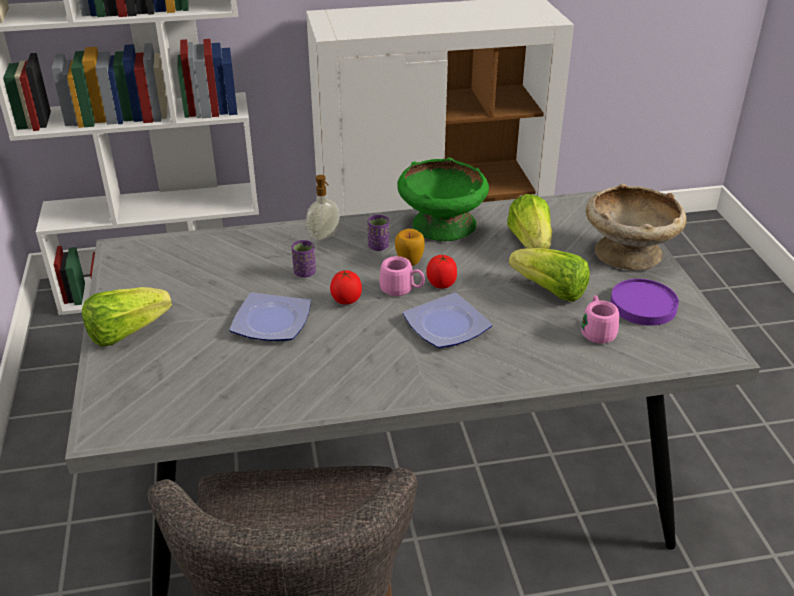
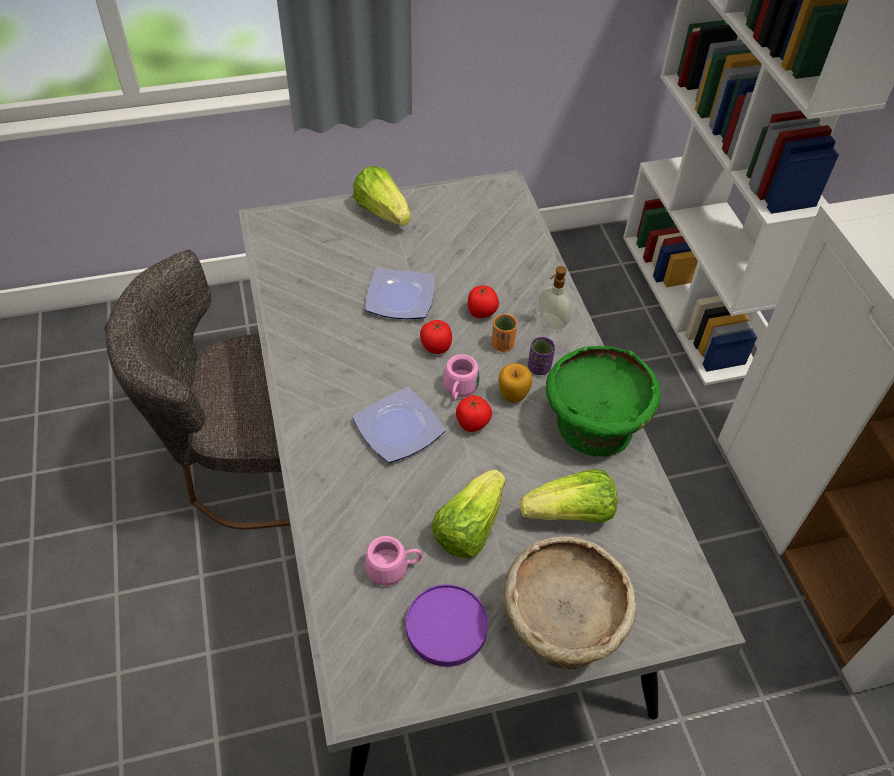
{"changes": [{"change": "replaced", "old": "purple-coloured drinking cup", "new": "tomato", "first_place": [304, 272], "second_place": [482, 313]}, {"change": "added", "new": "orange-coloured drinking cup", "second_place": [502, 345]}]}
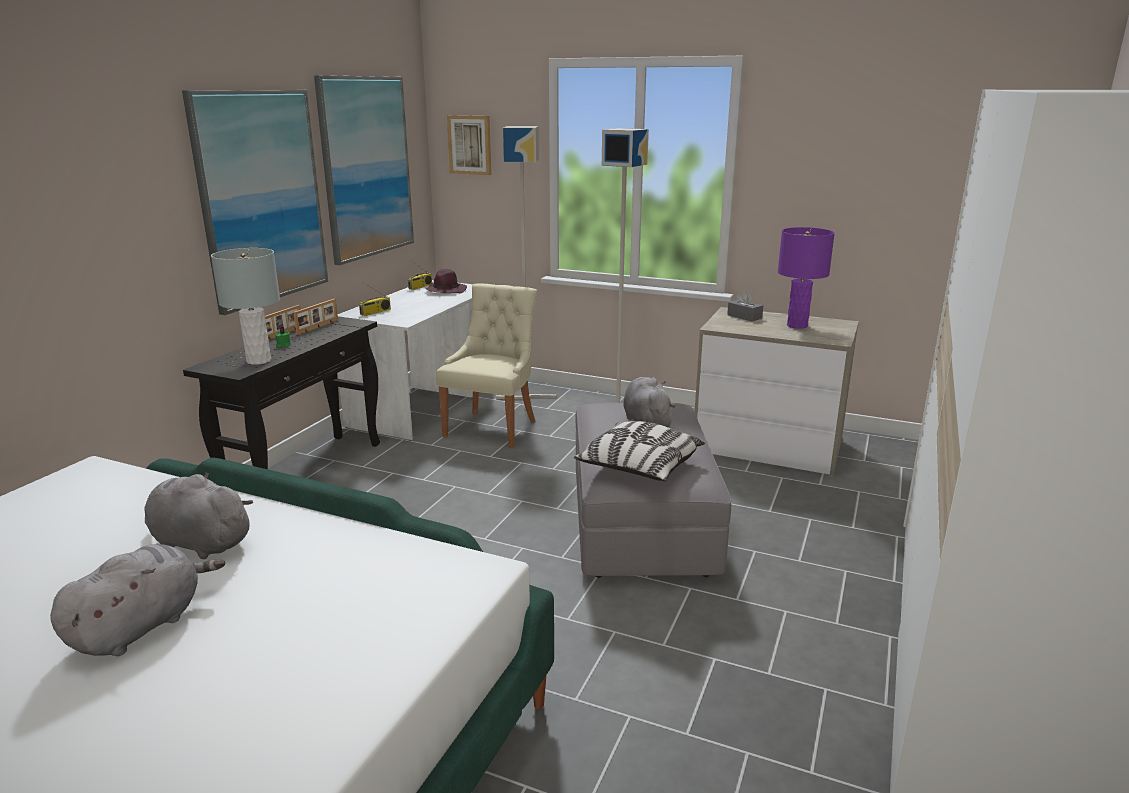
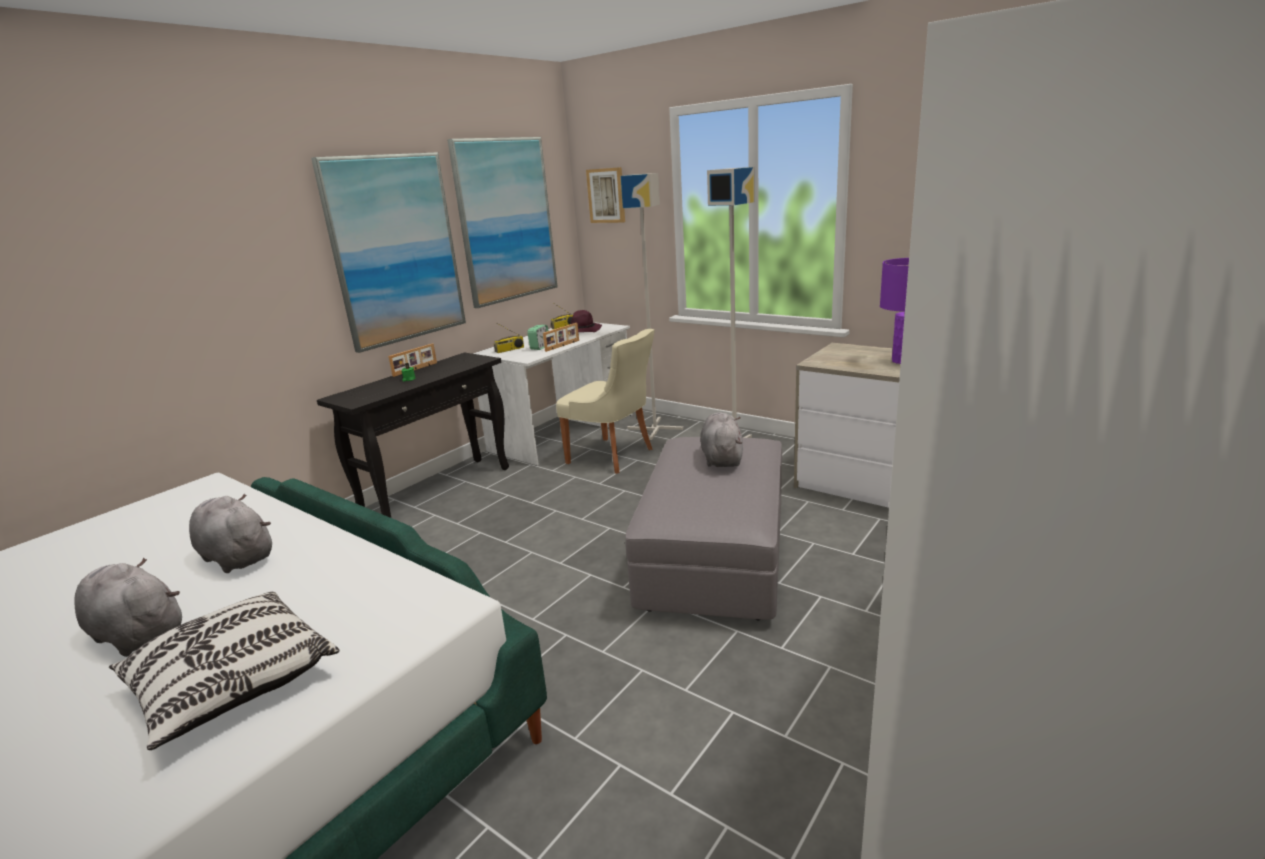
{"changes": [{"change": "turned", "old": "gray soft toy", "first_place": [142, 626], "second_place": [137, 633], "degrees": -105}, {"change": "removed", "old": "gray lamp for a table", "first_place": [258, 360]}, {"change": "moved", "old": "standing frame", "first_place": [318, 327], "second_place": [563, 346]}, {"change": "turned", "old": "sand-coloured chair", "first_place": [493, 427], "second_place": [613, 456], "degrees": 90}, {"change": "moved", "old": "throw pillow", "first_place": [639, 467], "second_place": [232, 684]}, {"change": "removed", "old": "gray box of tissues", "first_place": [744, 316]}, {"change": "added", "new": "bedside clock", "second_place": [540, 347]}]}
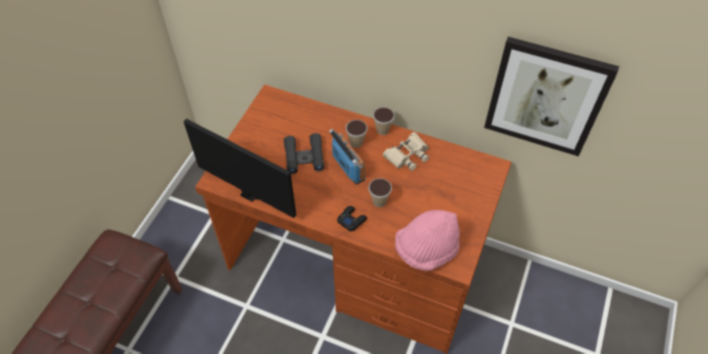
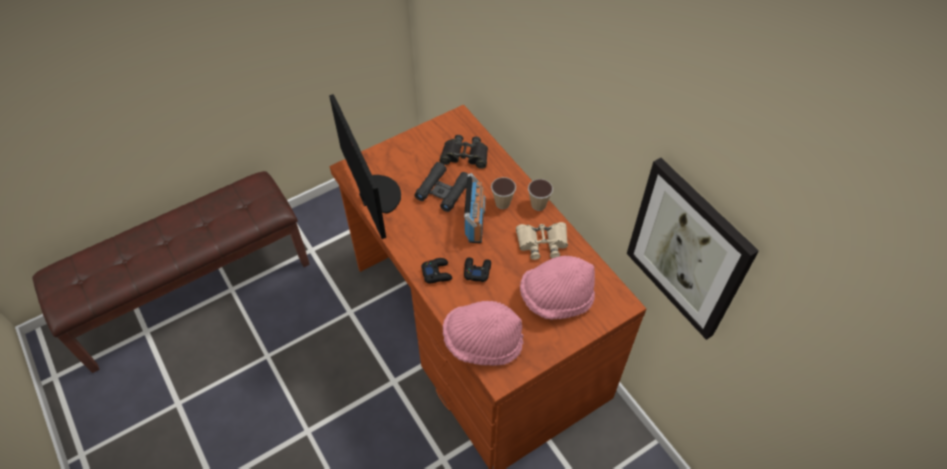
{"changes": [{"change": "replaced", "old": "drinking cup", "new": "black gamepad", "first_place": [379, 201], "second_place": [477, 271]}, {"change": "added", "new": "black field glasses", "second_place": [465, 155]}, {"change": "added", "new": "pinkish wearable hat", "second_place": [556, 298]}]}
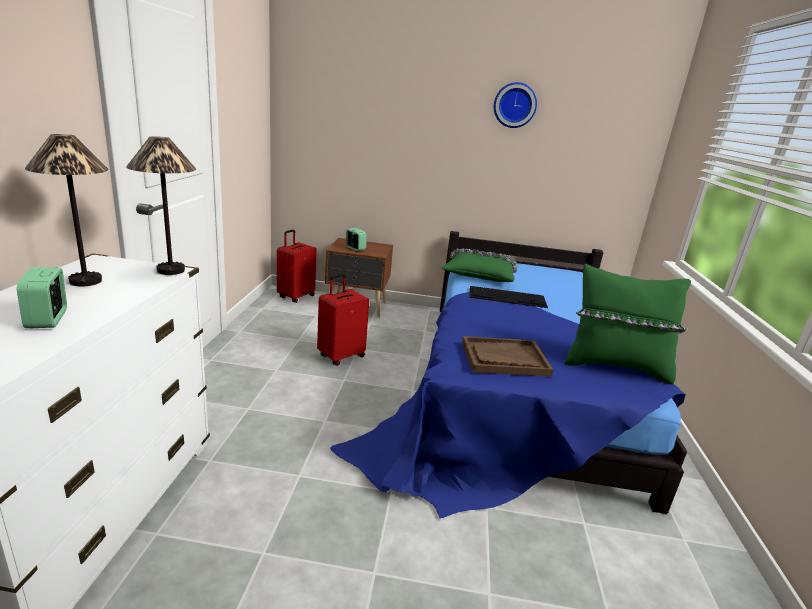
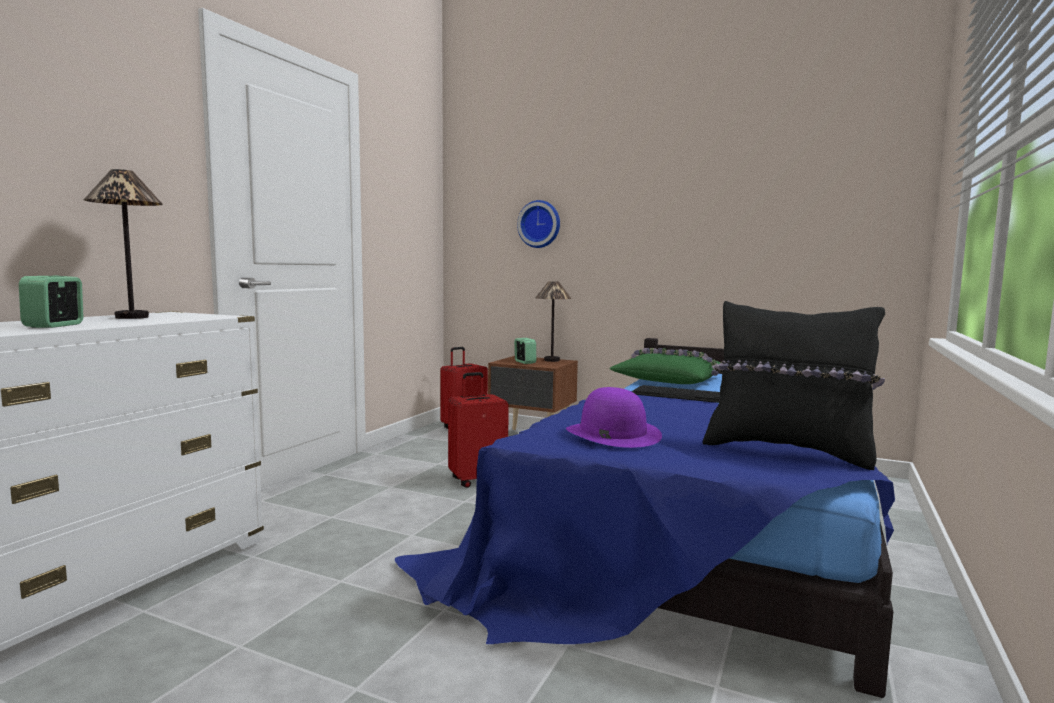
{"changes": [{"change": "moved", "old": "lamp for a table", "first_place": [171, 270], "second_place": [552, 360]}, {"change": "replaced", "old": "brownish serving tray", "new": "purple-coloured wearable hat", "first_place": [504, 358], "second_place": [612, 434]}, {"change": "moved", "old": "wall clock", "first_place": [514, 105], "second_place": [540, 224]}, {"change": "recoloured", "old": "green-coloured throw pillow", "new": "black throw pillow", "first_place": [615, 367], "second_place": [787, 451]}]}
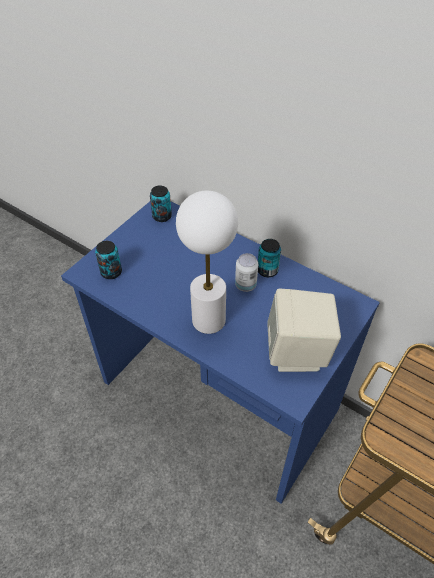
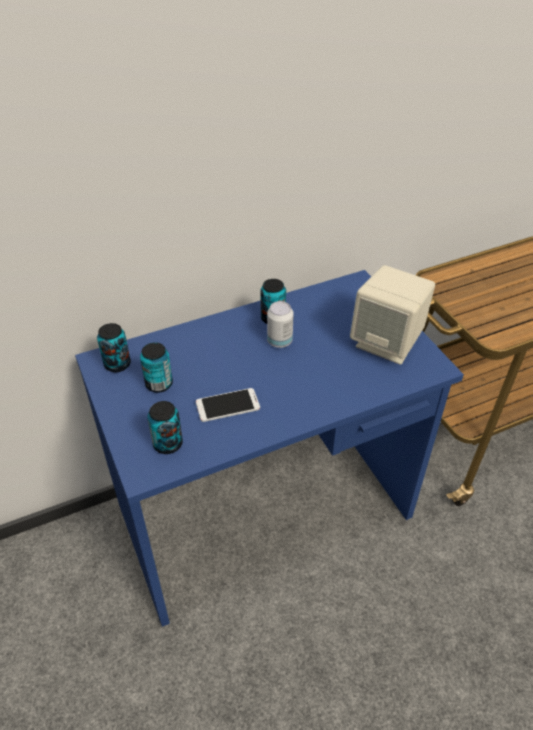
{"changes": [{"change": "removed", "old": "white lamp for a table", "first_place": [209, 320]}, {"change": "added", "new": "can", "second_place": [159, 384]}, {"change": "added", "new": "phone", "second_place": [227, 405]}]}
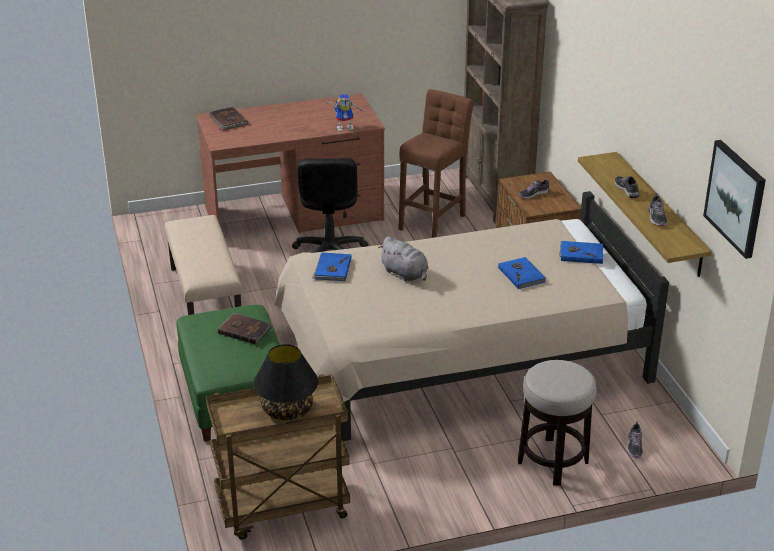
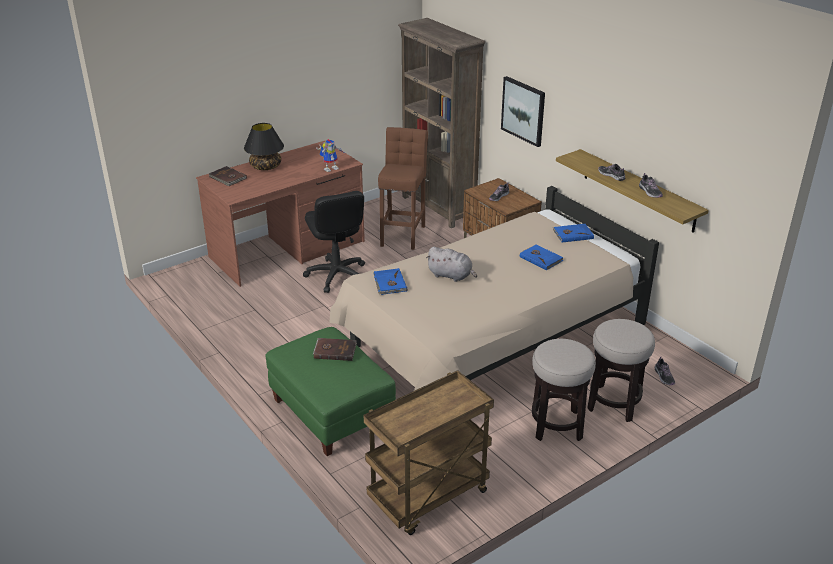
{"changes": [{"change": "removed", "old": "sand-coloured bench", "first_place": [204, 298]}, {"change": "moved", "old": "black lamp for a table", "first_place": [287, 409], "second_place": [265, 166]}, {"change": "moved", "old": "wall art", "first_place": [736, 198], "second_place": [523, 111]}, {"change": "added", "new": "stool seat", "second_place": [556, 425]}]}
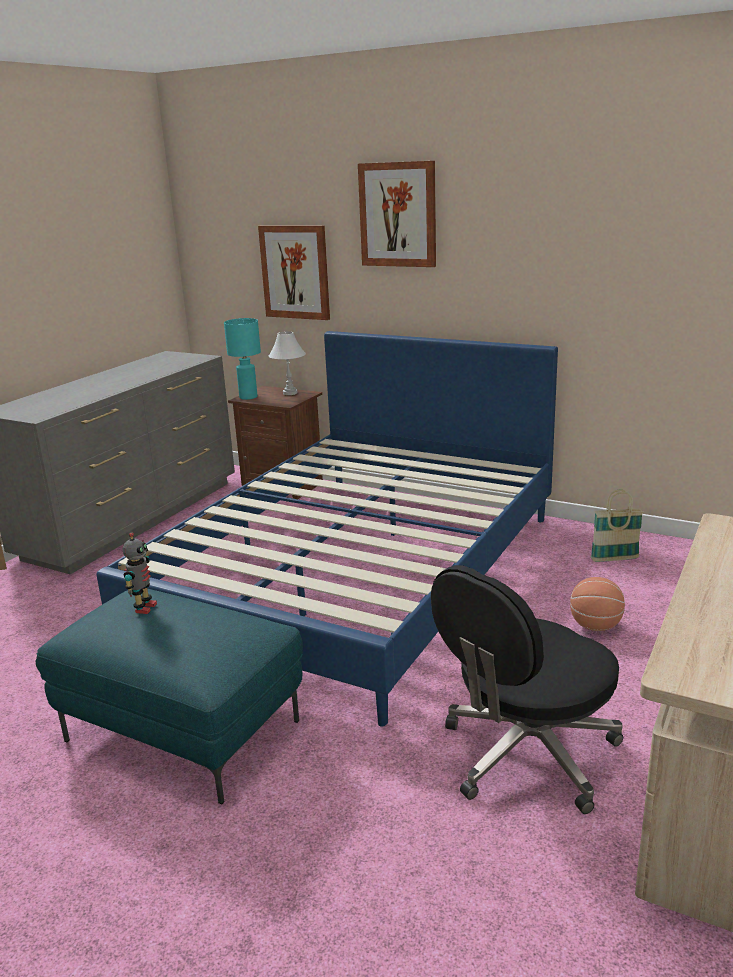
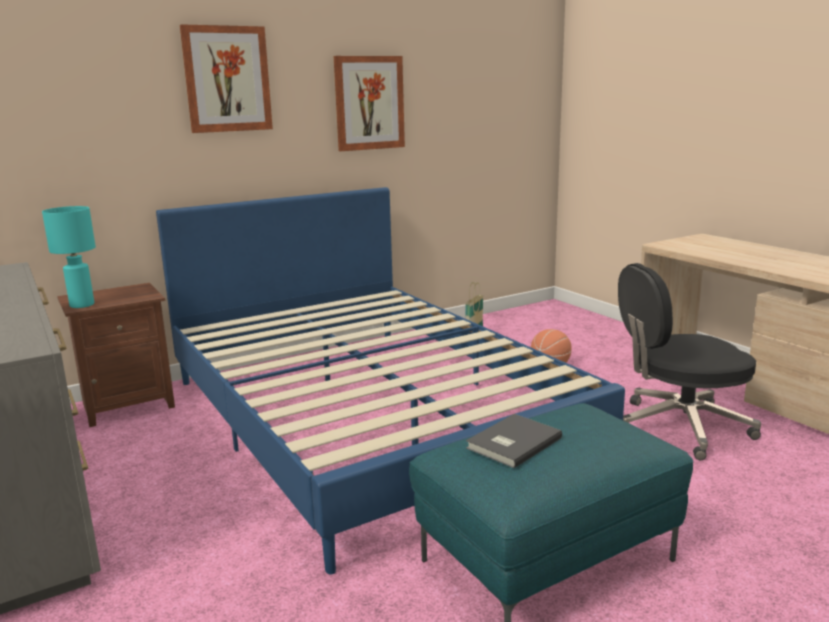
{"changes": [{"change": "replaced", "old": "toy robot", "new": "gray book", "first_place": [144, 608], "second_place": [511, 443]}, {"change": "moved", "old": "wall art", "first_place": [295, 272], "second_place": [369, 103]}, {"change": "removed", "old": "white lamp for a table", "first_place": [290, 393]}, {"change": "turned", "old": "black office chair", "first_place": [527, 755], "second_place": [679, 427], "degrees": 90}]}
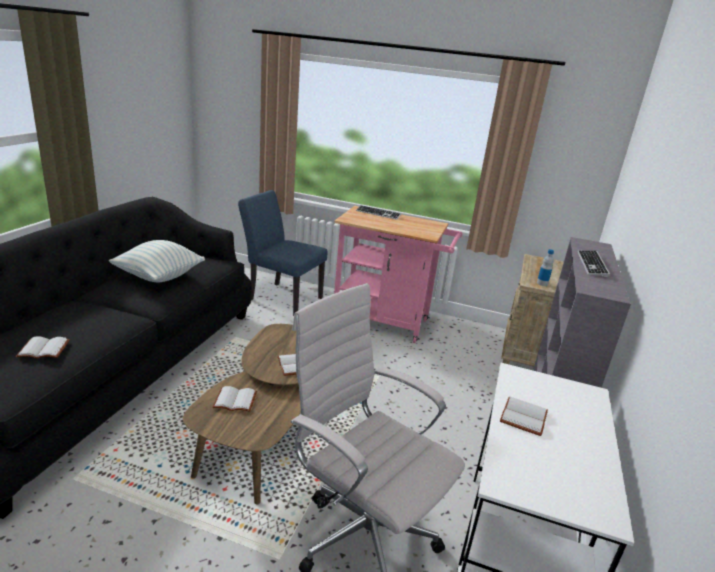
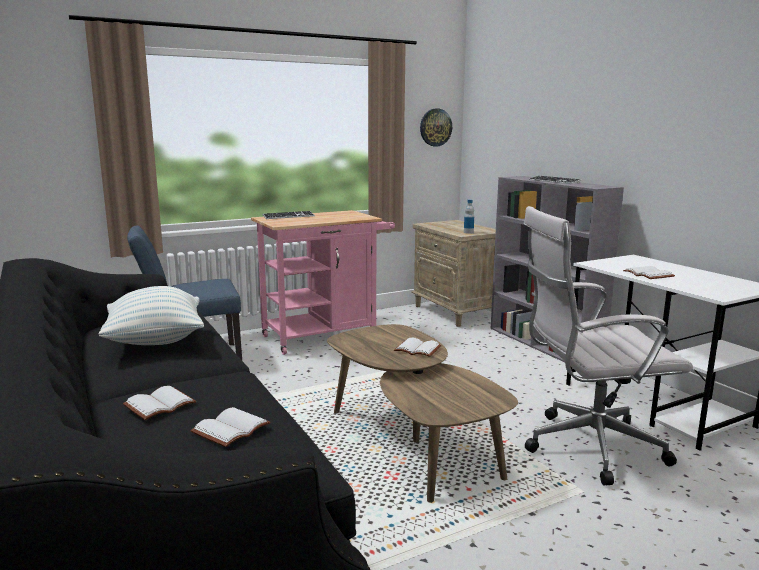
{"changes": [{"change": "moved", "old": "white book", "first_place": [234, 401], "second_place": [160, 406]}, {"change": "added", "new": "wall clock", "second_place": [435, 127]}]}
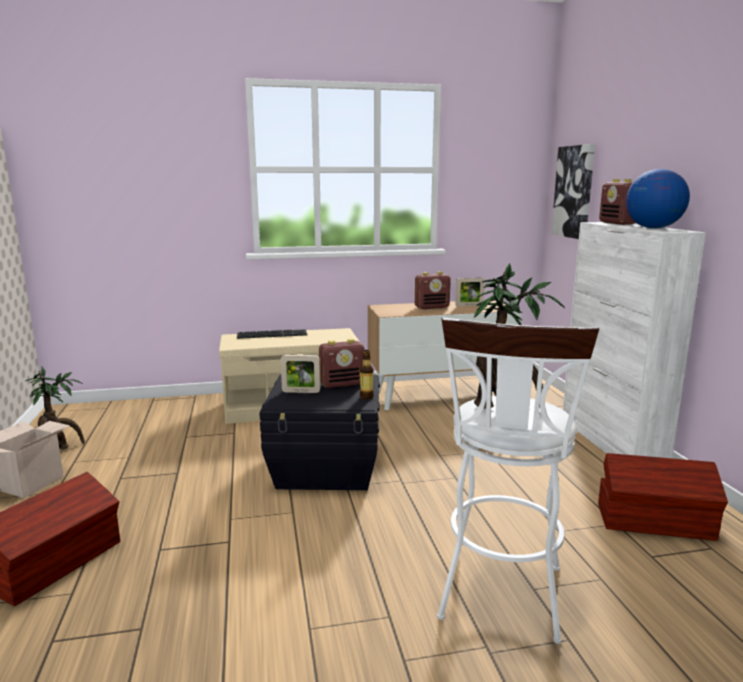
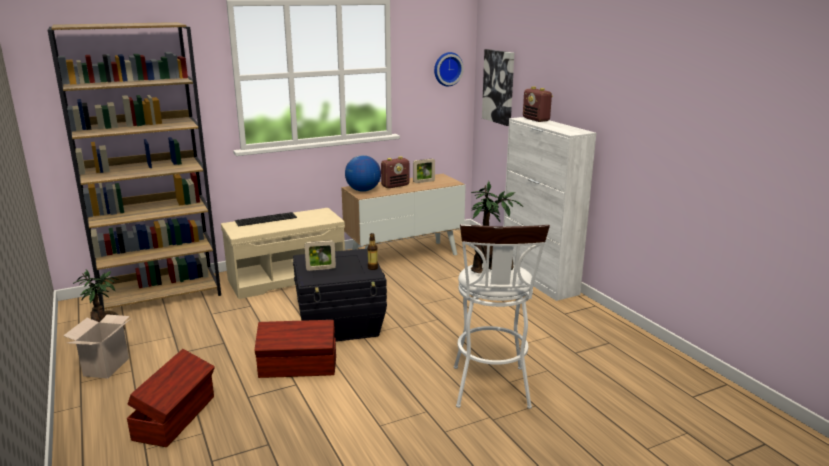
{"changes": [{"change": "removed", "old": "radio set", "first_place": [342, 384]}, {"change": "moved", "old": "brownish storage bin", "first_place": [656, 523], "second_place": [298, 368]}, {"change": "moved", "old": "globe", "first_place": [652, 228], "second_place": [363, 190]}, {"change": "added", "new": "brownish bookshelf", "second_place": [161, 295]}, {"change": "added", "new": "wall clock", "second_place": [447, 69]}]}
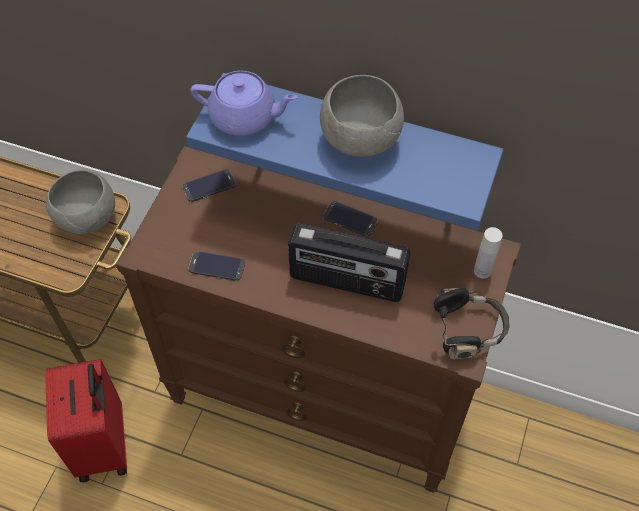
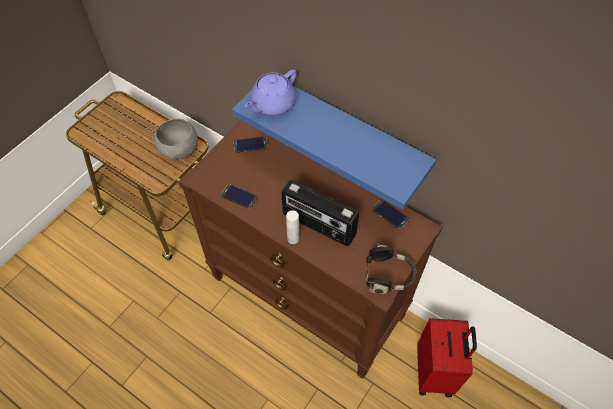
{"changes": [{"change": "moved", "old": "red suitcase", "first_place": [104, 445], "second_place": [435, 372]}, {"change": "turned", "old": "purple-coloured tea pot", "first_place": [245, 118], "second_place": [272, 104], "degrees": 105}, {"change": "removed", "old": "gray deep dish", "first_place": [361, 140]}, {"change": "moved", "old": "phone", "first_place": [350, 219], "second_place": [390, 214]}, {"change": "moved", "old": "white beverage bottle", "first_place": [482, 270], "second_place": [293, 238]}]}
